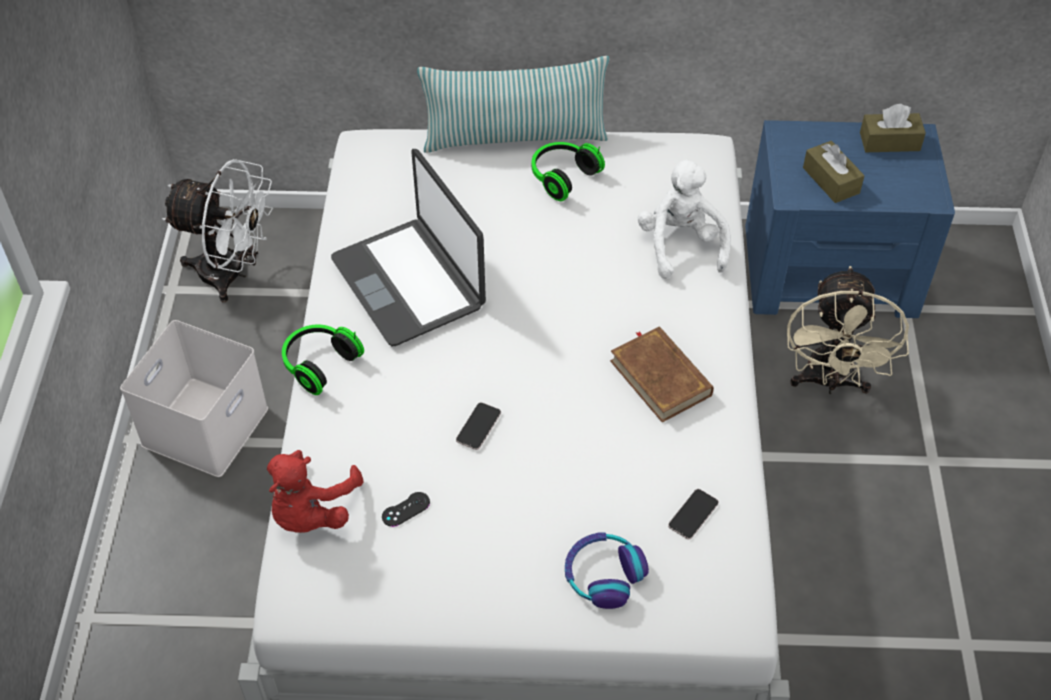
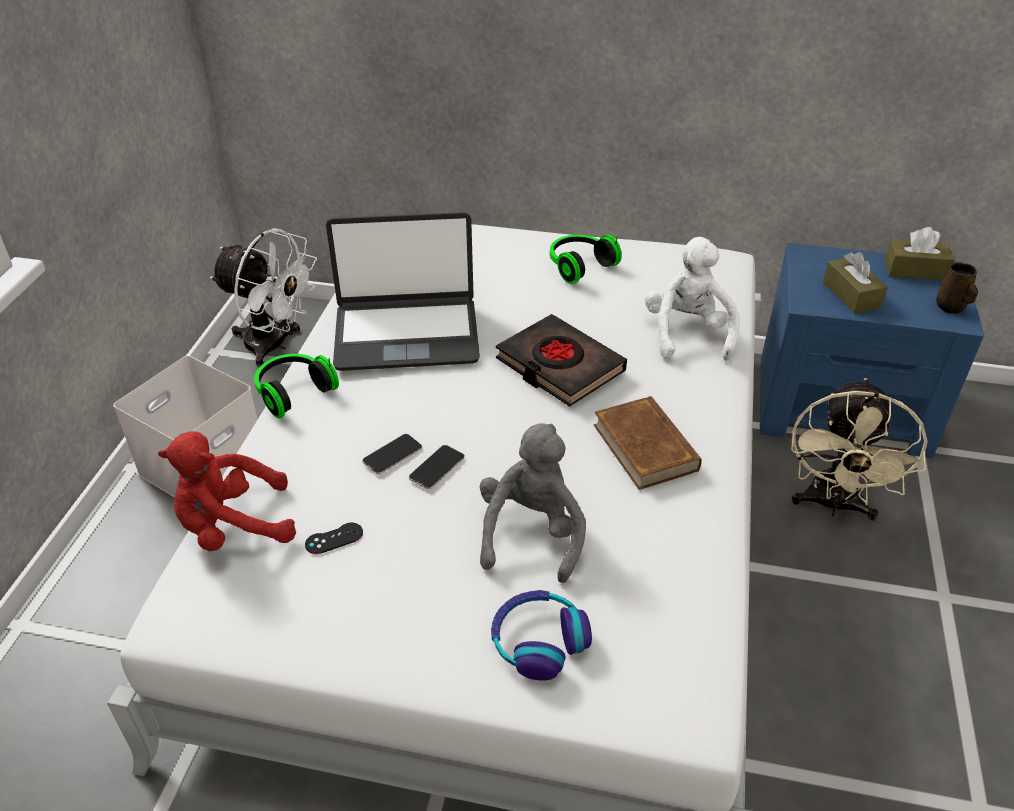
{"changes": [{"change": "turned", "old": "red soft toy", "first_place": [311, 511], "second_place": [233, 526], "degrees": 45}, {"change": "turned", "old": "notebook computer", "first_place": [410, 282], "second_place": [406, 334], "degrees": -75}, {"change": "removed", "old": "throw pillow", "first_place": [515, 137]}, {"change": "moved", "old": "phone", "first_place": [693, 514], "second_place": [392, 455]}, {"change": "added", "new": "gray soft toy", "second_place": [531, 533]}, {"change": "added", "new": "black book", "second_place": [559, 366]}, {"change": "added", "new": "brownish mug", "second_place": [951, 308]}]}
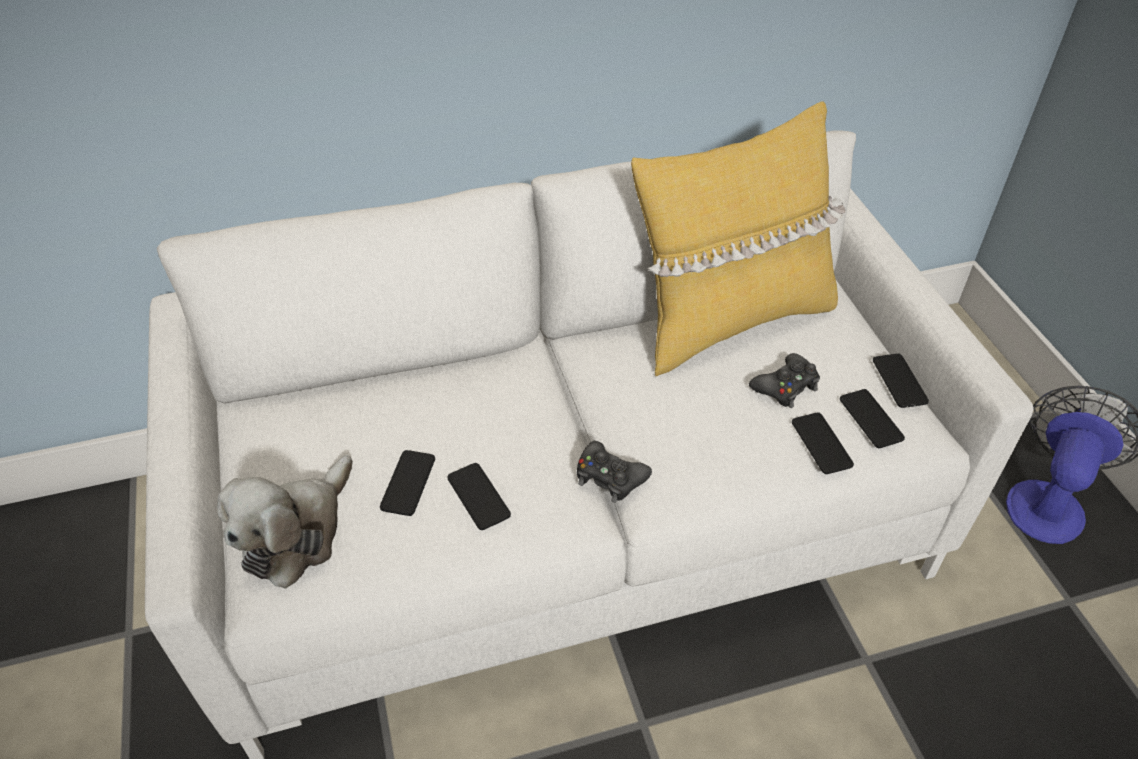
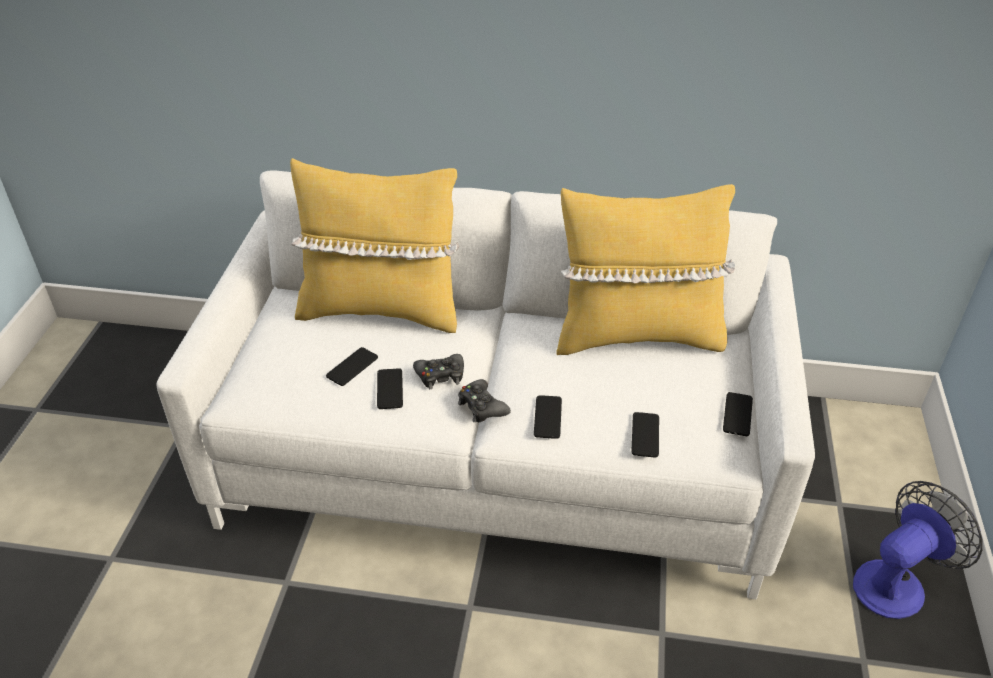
{"changes": [{"change": "removed", "old": "soft toy", "first_place": [296, 533]}, {"change": "moved", "old": "black gamepad", "first_place": [785, 387], "second_place": [440, 375]}, {"change": "moved", "old": "phone", "first_place": [871, 419], "second_place": [547, 417]}, {"change": "added", "new": "yellowish throw pillow", "second_place": [381, 310]}]}
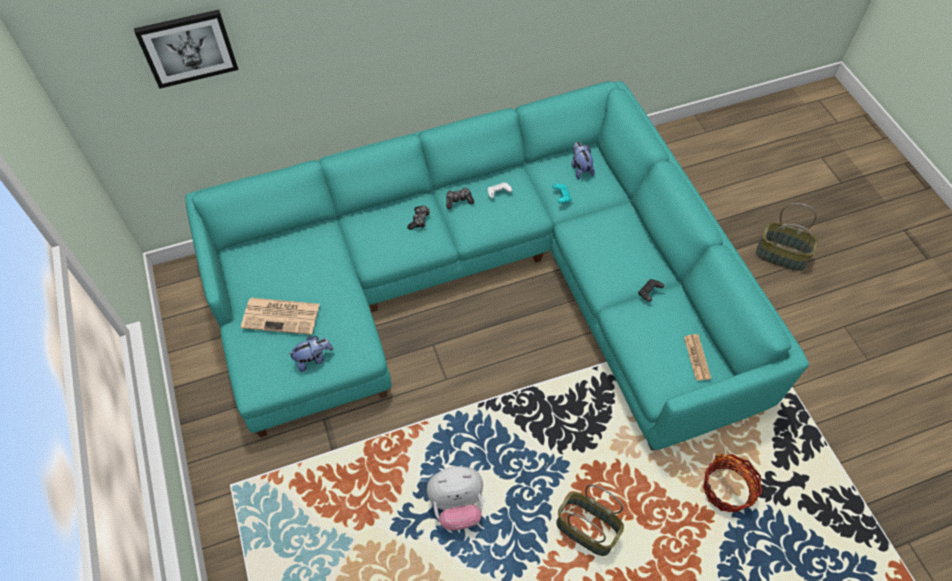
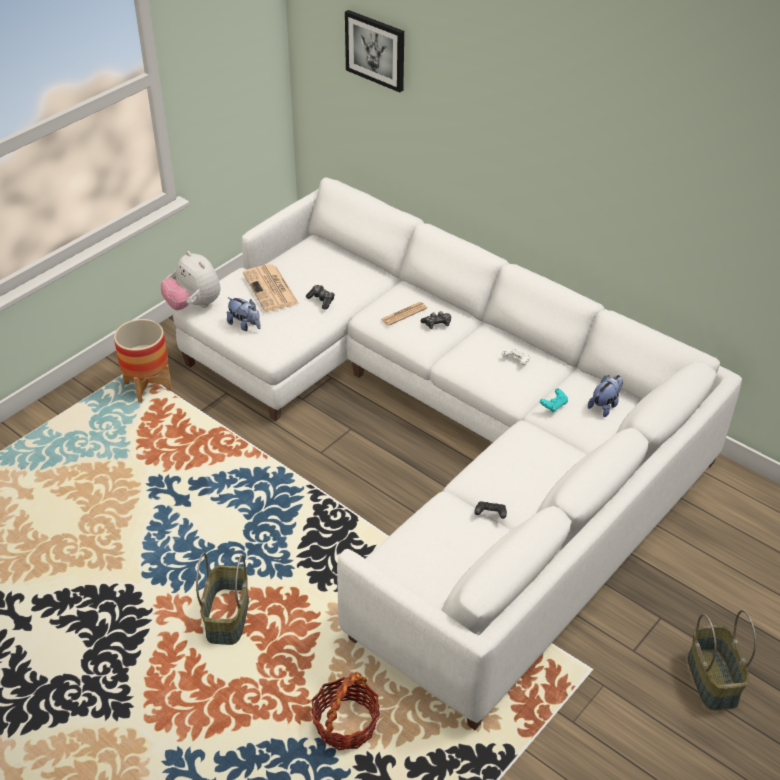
{"changes": [{"change": "recoloured", "old": "turquoise couch", "new": "white couch", "first_place": [486, 283], "second_place": [449, 437]}, {"change": "moved", "old": "soft toy", "first_place": [457, 505], "second_place": [194, 305]}, {"change": "moved", "old": "gamepad", "first_place": [459, 200], "second_place": [321, 300]}, {"change": "moved", "old": "newspaper", "first_place": [697, 357], "second_place": [403, 314]}, {"change": "added", "new": "flower pot", "second_place": [148, 387]}]}
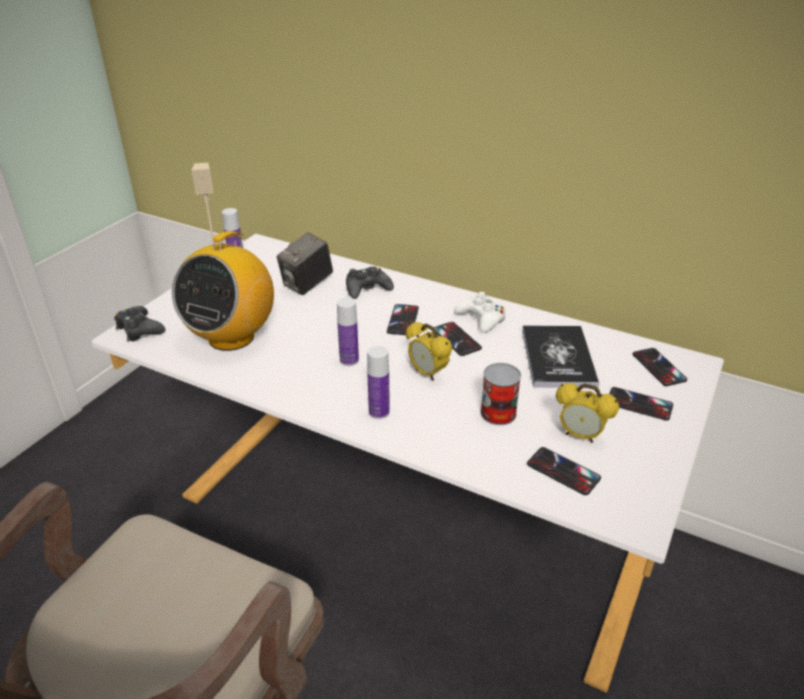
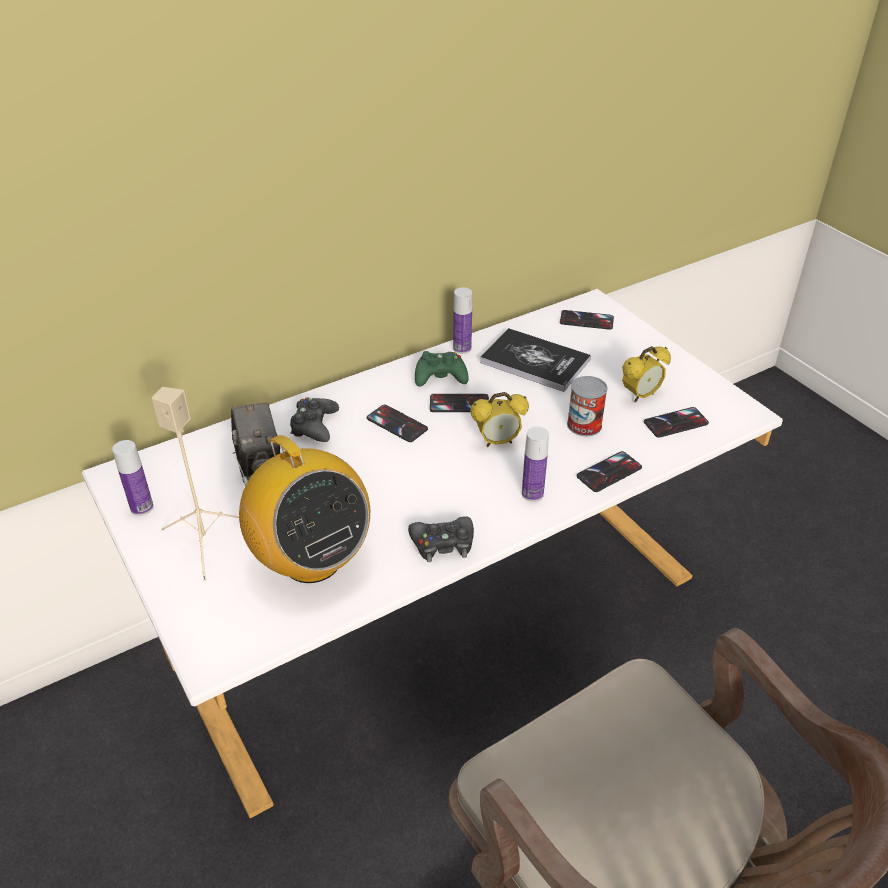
{"changes": [{"change": "moved", "old": "black gamepad", "first_place": [139, 330], "second_place": [443, 544]}, {"change": "moved", "old": "beverage bottle", "first_place": [349, 360], "second_place": [462, 348]}, {"change": "recoloured", "old": "white gamepad", "new": "green-coloured gamepad", "first_place": [481, 319], "second_place": [440, 376]}, {"change": "moved", "old": "phone", "first_place": [639, 404], "second_place": [609, 472]}]}
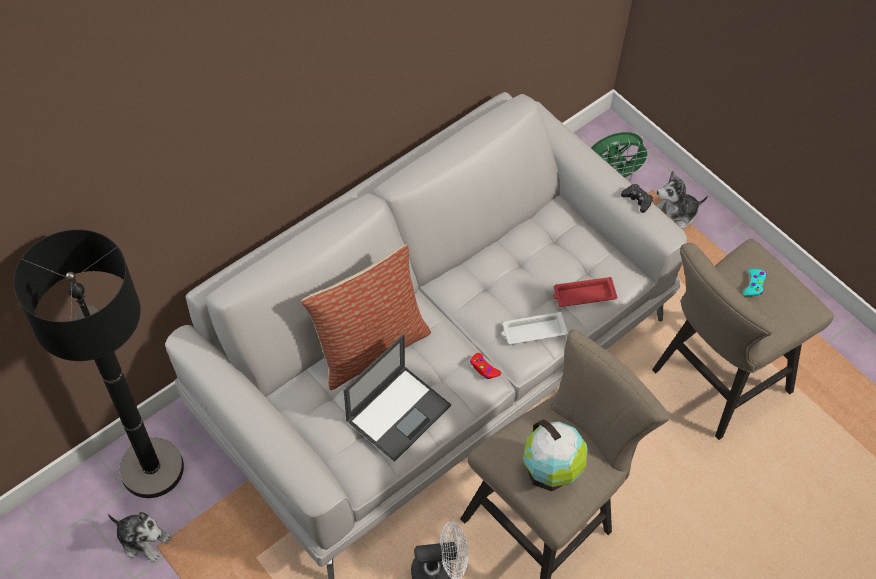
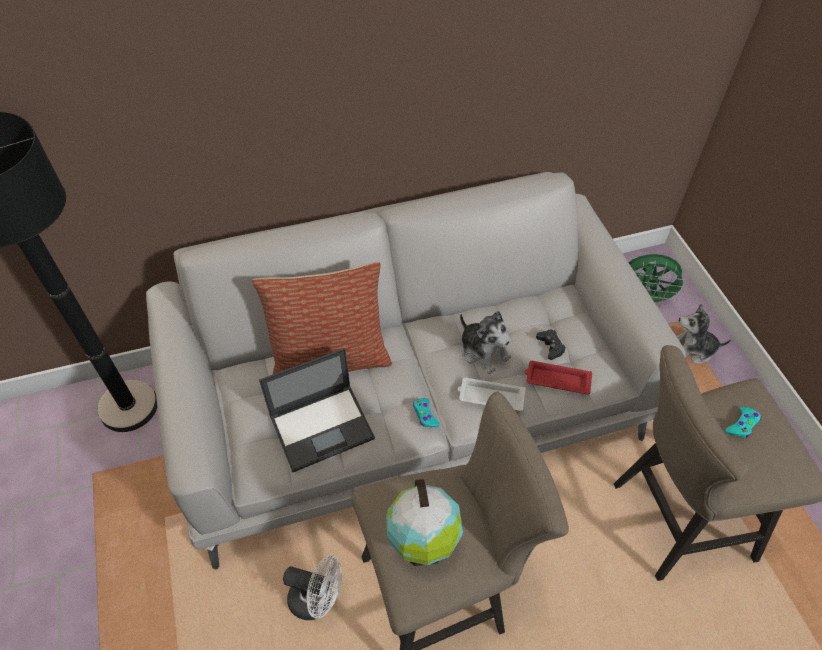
{"changes": [{"change": "moved", "old": "soft toy", "first_place": [143, 539], "second_place": [483, 351]}, {"change": "recoloured", "old": "red gamepad", "new": "turquoise gamepad", "first_place": [484, 369], "second_place": [425, 415]}, {"change": "moved", "old": "black gamepad", "first_place": [637, 200], "second_place": [550, 346]}]}
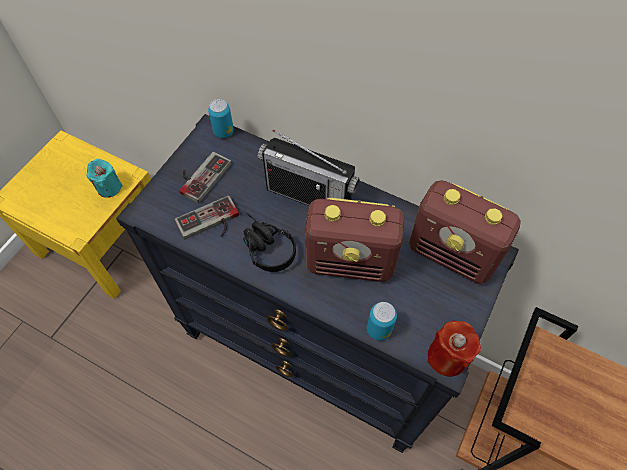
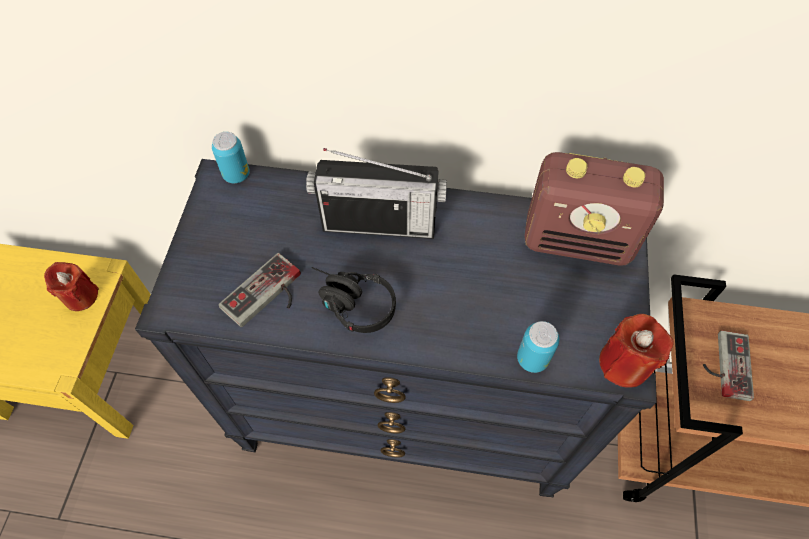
{"changes": [{"change": "recoloured", "old": "turquoise wax candle", "new": "red wax candle", "first_place": [109, 187], "second_place": [81, 296]}, {"change": "moved", "old": "gamepad", "first_place": [200, 175], "second_place": [725, 364]}, {"change": "removed", "old": "radio set", "first_place": [351, 262]}]}
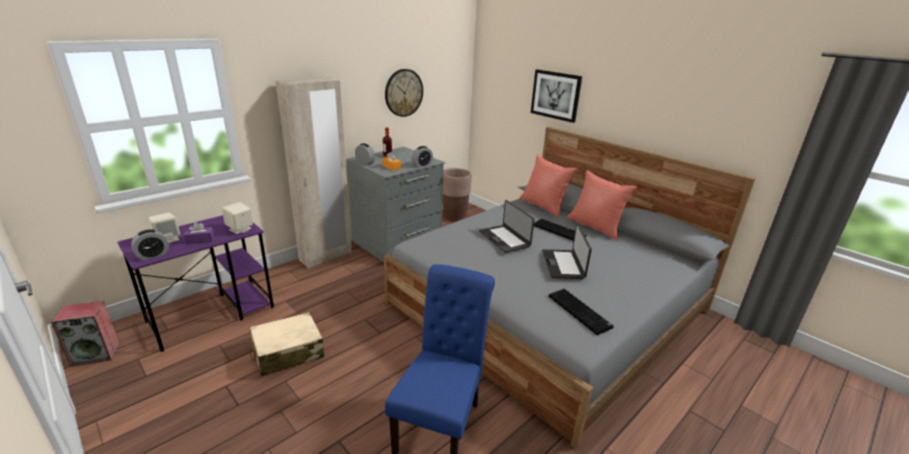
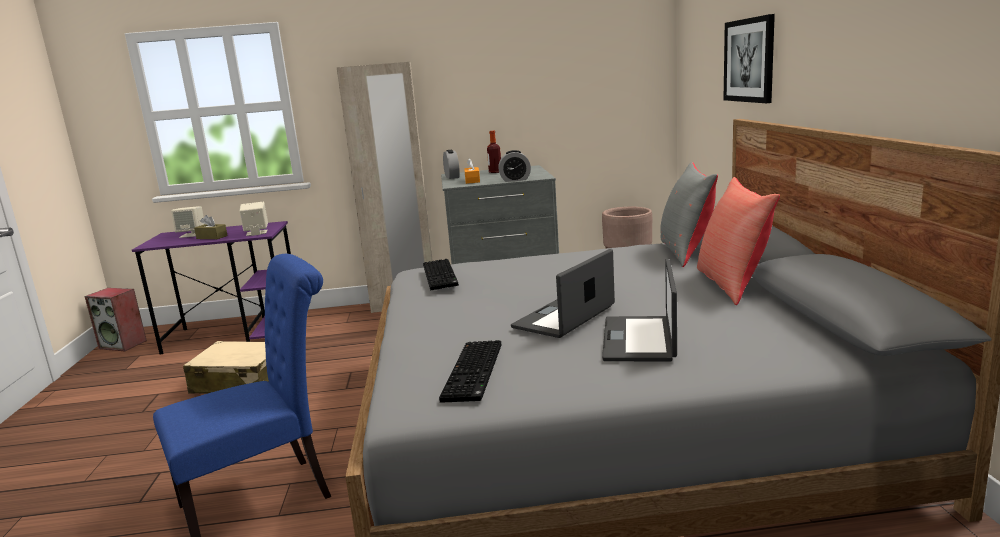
{"changes": [{"change": "removed", "old": "bedside clock", "first_place": [153, 255]}, {"change": "recoloured", "old": "purple-coloured box of tissues", "new": "brownish box of tissues", "first_place": [200, 240], "second_place": [212, 237]}, {"change": "removed", "old": "wall clock", "first_place": [403, 93]}, {"change": "moved", "old": "notebook computer", "first_place": [505, 239], "second_place": [640, 339]}, {"change": "recoloured", "old": "red throw pillow", "new": "gray throw pillow", "first_place": [543, 206], "second_place": [686, 252]}, {"change": "moved", "old": "keyboard", "first_place": [559, 231], "second_place": [441, 275]}]}
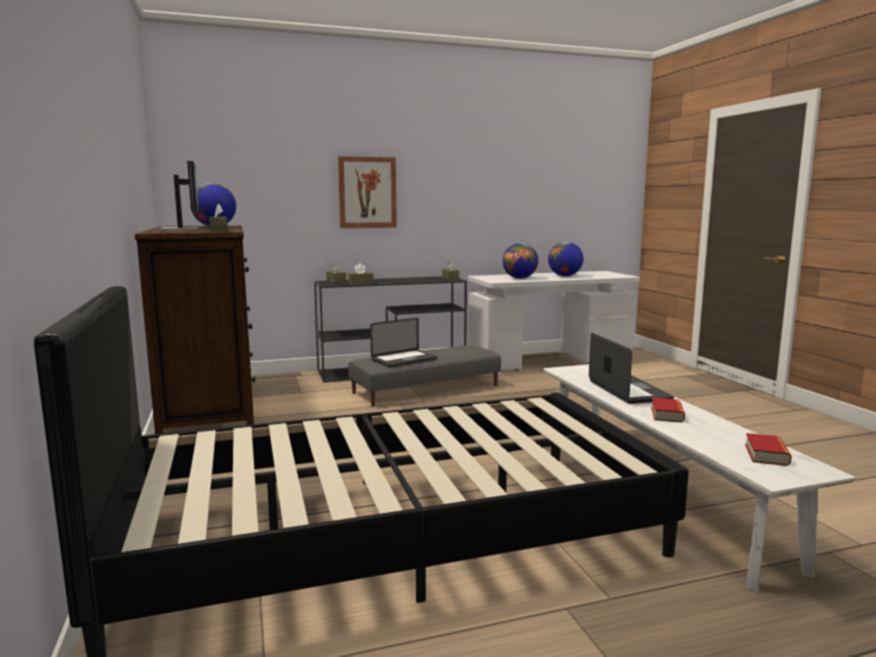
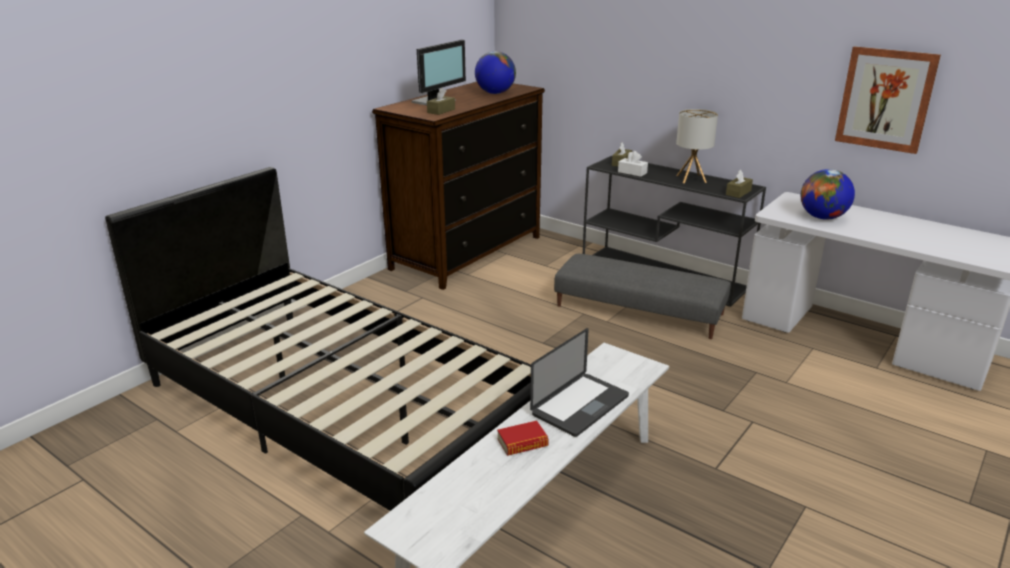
{"changes": [{"change": "moved", "old": "wall art", "first_place": [367, 192], "second_place": [885, 99]}, {"change": "recoloured", "old": "brownish box of tissues", "new": "white box of tissues", "first_place": [360, 283], "second_place": [632, 172]}, {"change": "removed", "old": "notebook computer", "first_place": [404, 360]}, {"change": "removed", "old": "globe", "first_place": [564, 276]}, {"change": "removed", "old": "book", "first_place": [766, 455]}, {"change": "added", "new": "lamp for a table", "second_place": [691, 179]}]}
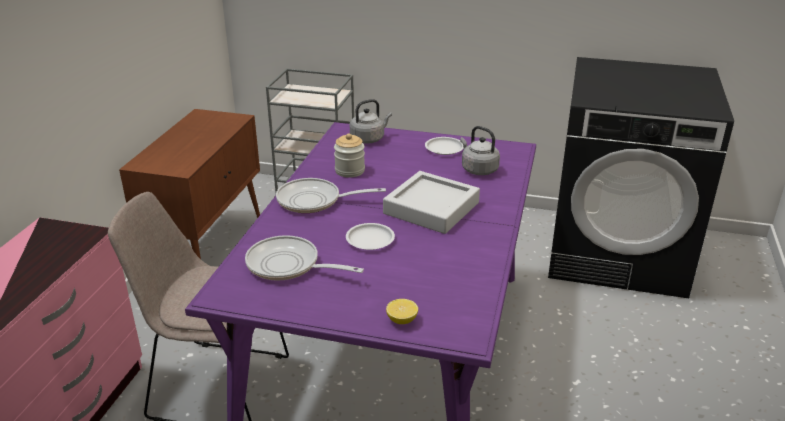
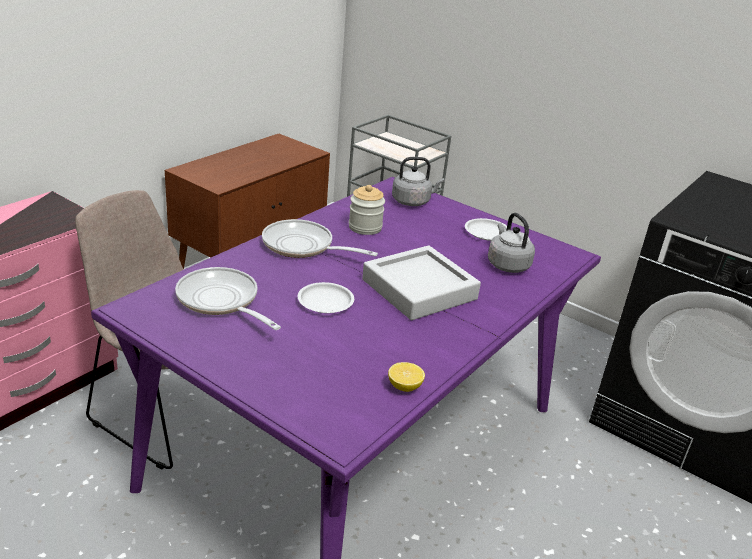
{"changes": [{"change": "moved", "old": "citrus fruit", "first_place": [402, 320], "second_place": [404, 387]}]}
